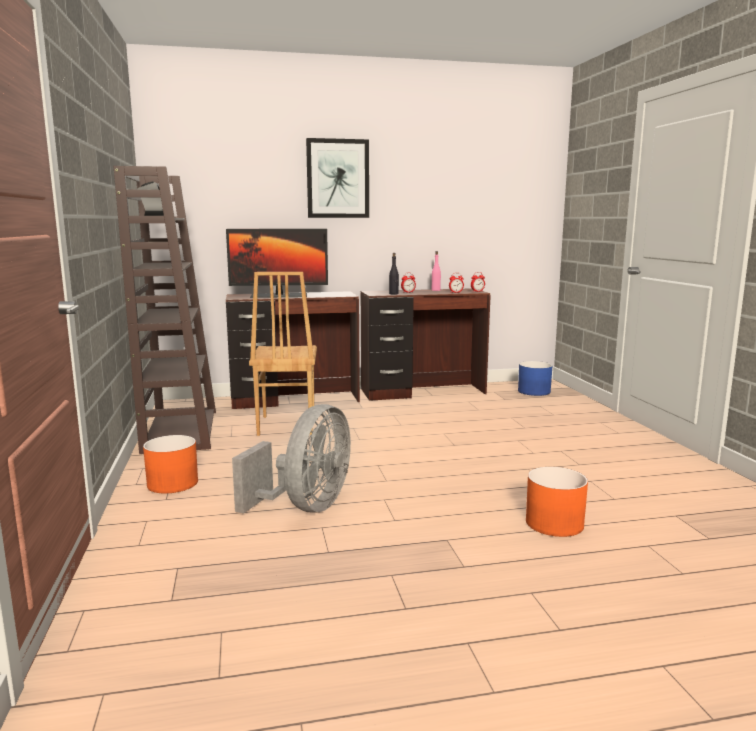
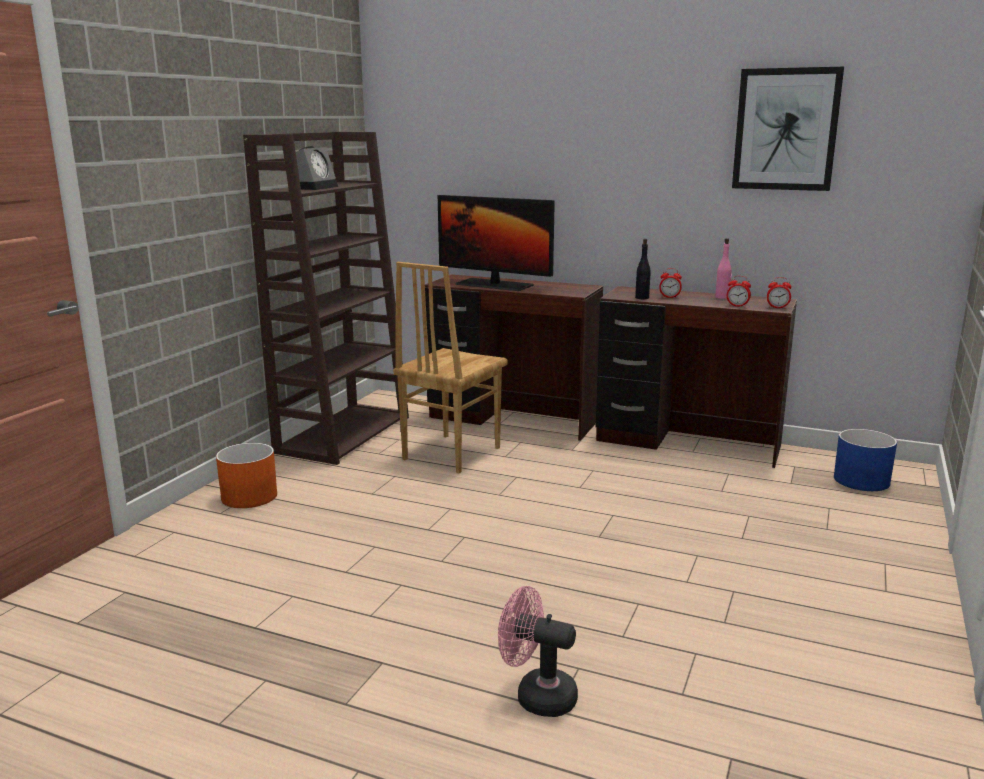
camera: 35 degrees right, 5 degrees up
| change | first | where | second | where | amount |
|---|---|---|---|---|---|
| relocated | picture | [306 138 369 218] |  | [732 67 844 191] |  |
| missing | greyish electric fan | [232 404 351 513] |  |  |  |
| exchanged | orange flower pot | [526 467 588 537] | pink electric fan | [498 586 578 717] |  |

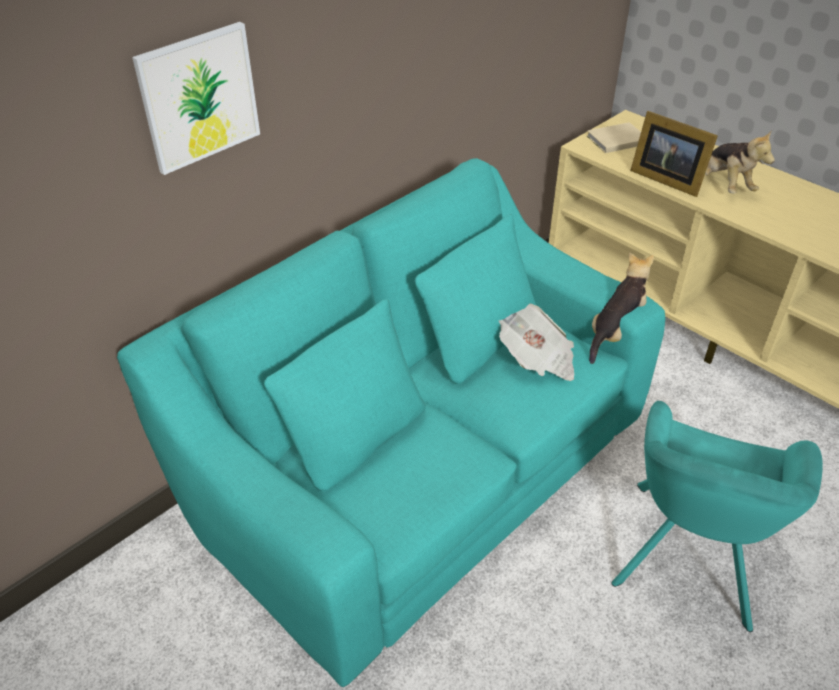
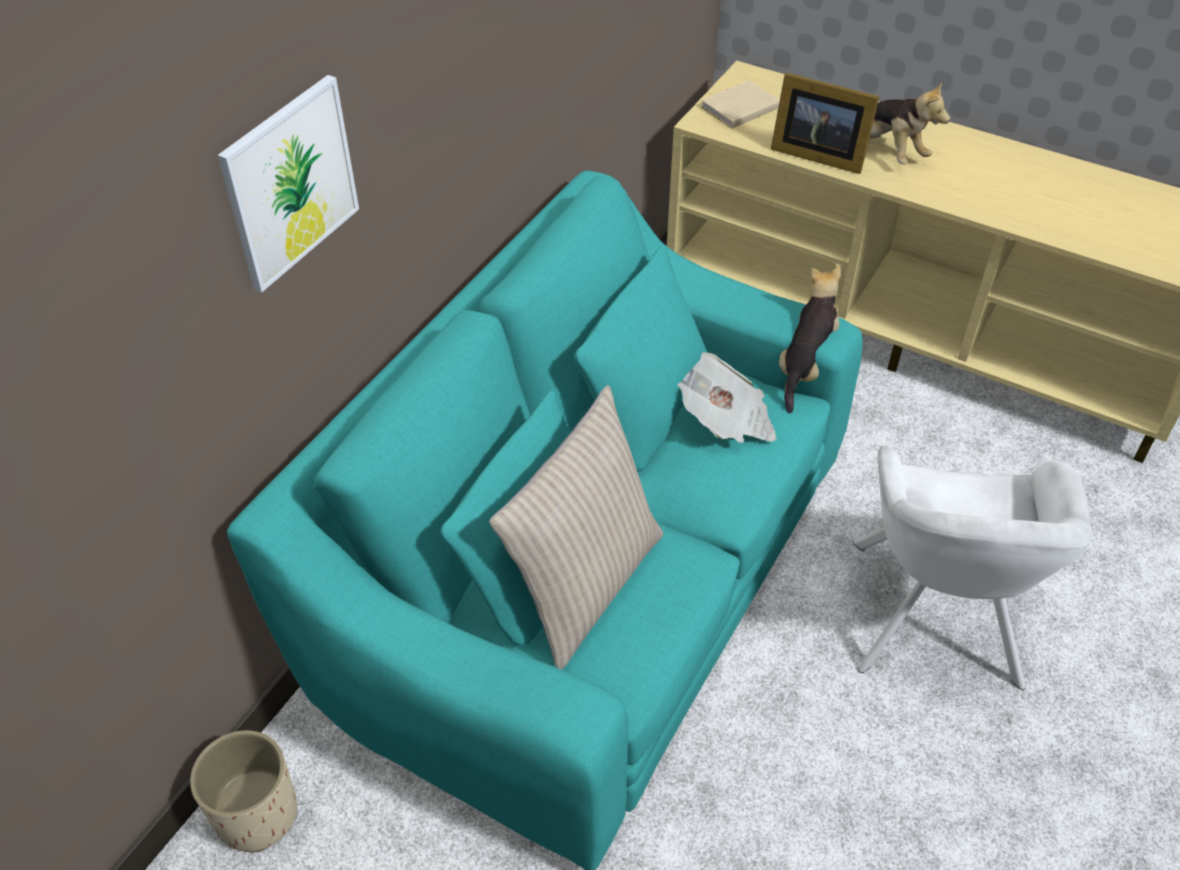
camera: 15 degrees left, 5 degrees up
| change | first | where | second | where | amount |
|---|---|---|---|---|---|
| colour | turquoise-coloured lounge chair | [611 401 823 632] | whitish lounge chair | [853 446 1093 690] |  |
| appeared |  |  | beige cushion | [489 385 663 670] |  |
| appeared |  |  | beige flower pot | [190 730 297 852] |  |

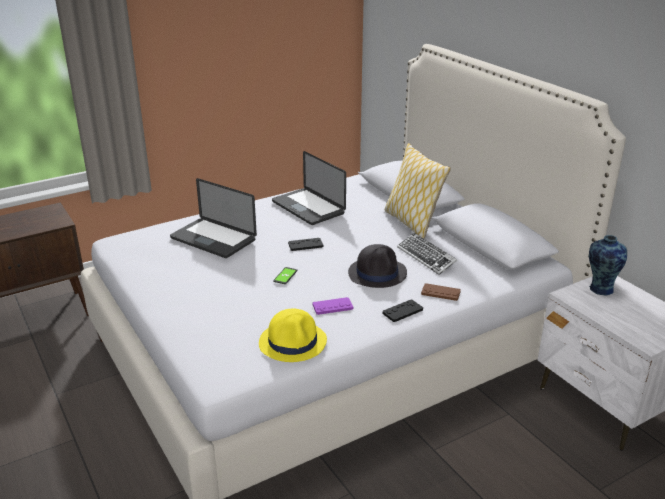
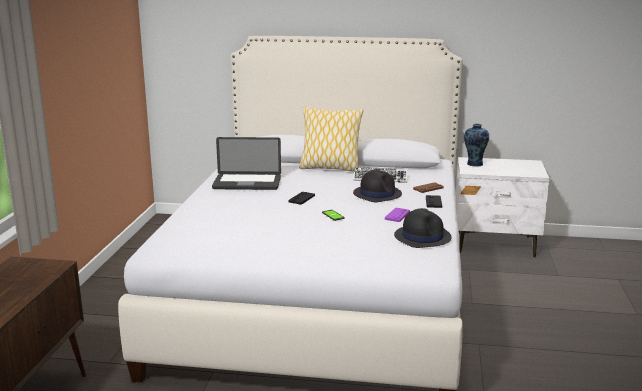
camera: 50 degrees left, 10 degrees down
| change | first | where | second | where | amount |
|---|---|---|---|---|---|
| missing | laptop | [170 178 257 258] |  |  |  |
| colour | yellow-coloured clothing hat | [259 308 327 362] | black-coloured clothing hat | [394 208 452 248] |  |

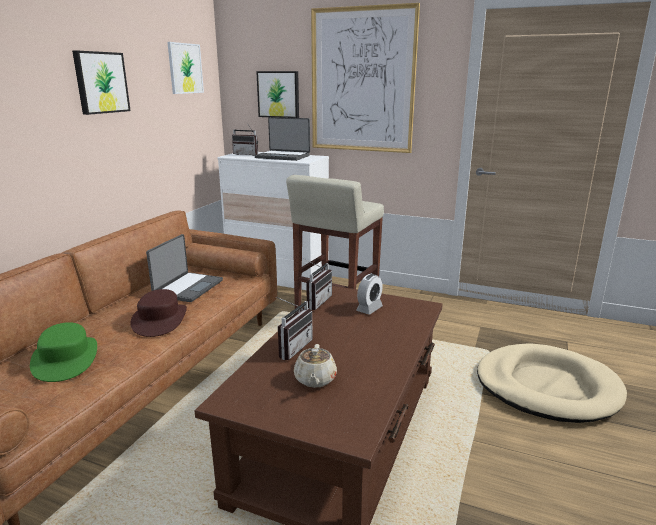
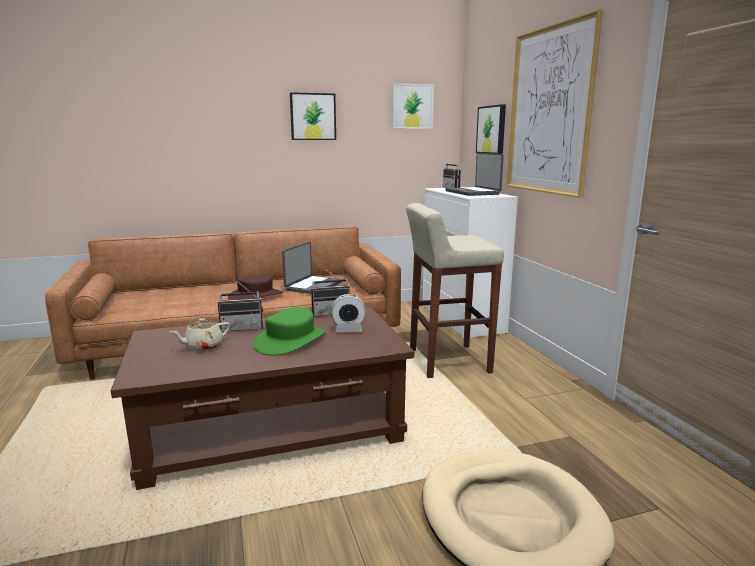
camera: 50 degrees right, 5 degrees down
| change | first | where | second | where | amount |
|---|---|---|---|---|---|
| spun | laptop | [146 234 223 302] |  | [282 242 342 294] | 45 degrees counterclockwise |
| relocated | green clothing hat | [30 322 97 382] |  | [254 307 325 356] |  |

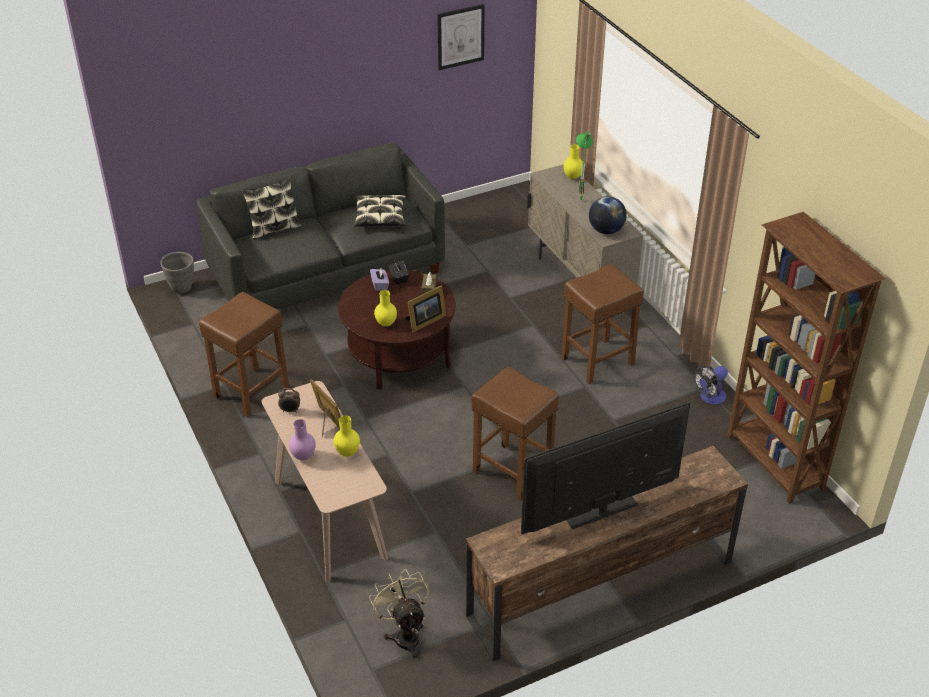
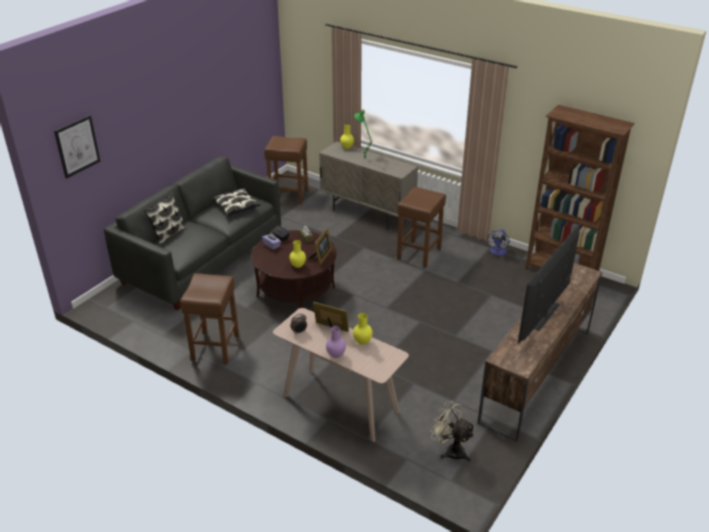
camera: 30 degrees left, 5 degrees down
| change | first | where | second | where | amount |
|---|---|---|---|---|---|
| relocated | picture | [437 4 485 70] |  | [54 115 100 178] |  |
| missing | desk globe | [589 196 627 234] |  |  |  |
| missing | greyish flower pot | [160 252 194 294] |  |  |  |
| relocated | brown-coloured sitting stool | [471 367 559 501] |  | [264 136 308 204] |  |

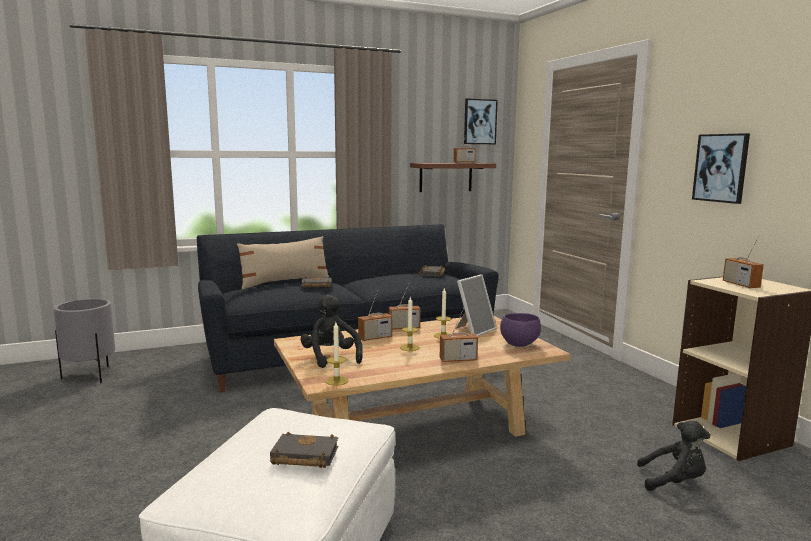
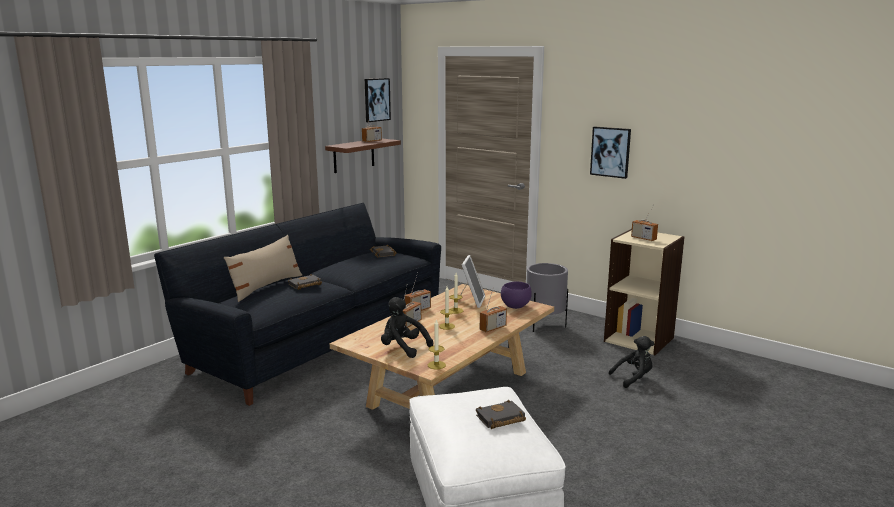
camera: 30 degrees left, 5 degrees up
| change | first | where | second | where | amount |
|---|---|---|---|---|---|
| relocated | greyish flower pot | [53 298 115 383] |  | [527 263 568 332] |  |

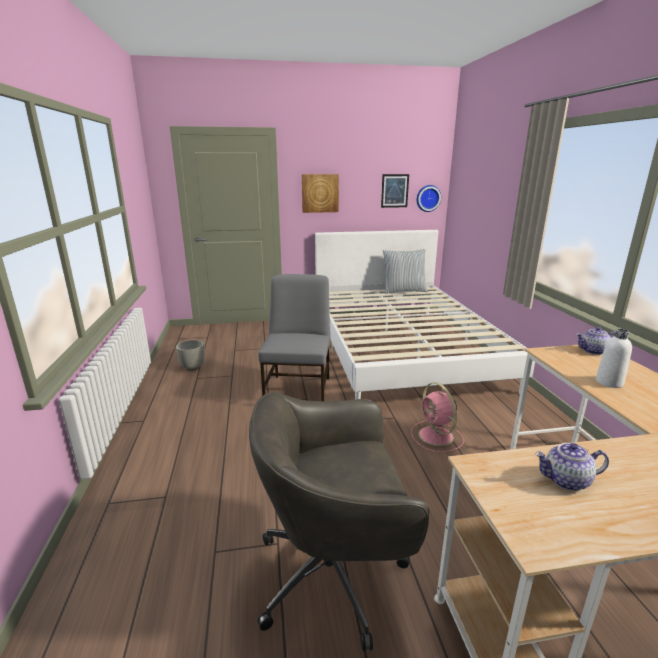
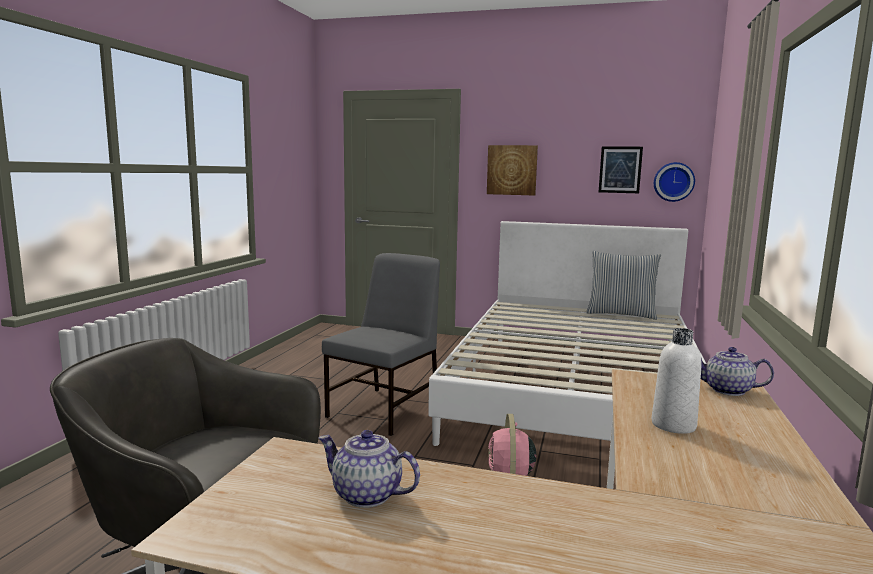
camera: 25 degrees right, 10 degrees down
| change | first | where | second | where | amount |
|---|---|---|---|---|---|
| missing | greyish flower pot | [176 340 205 371] |  |  |  |

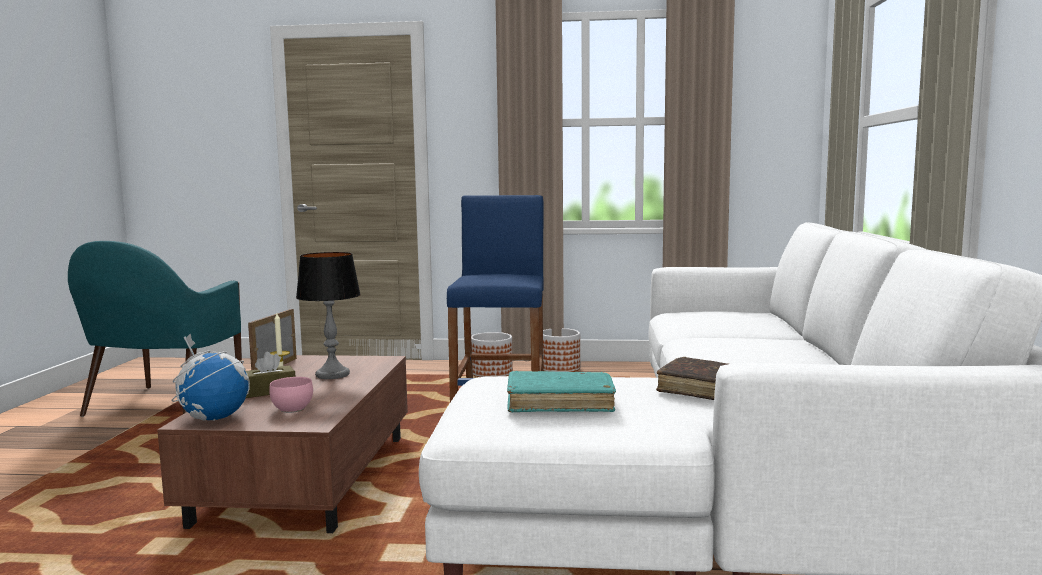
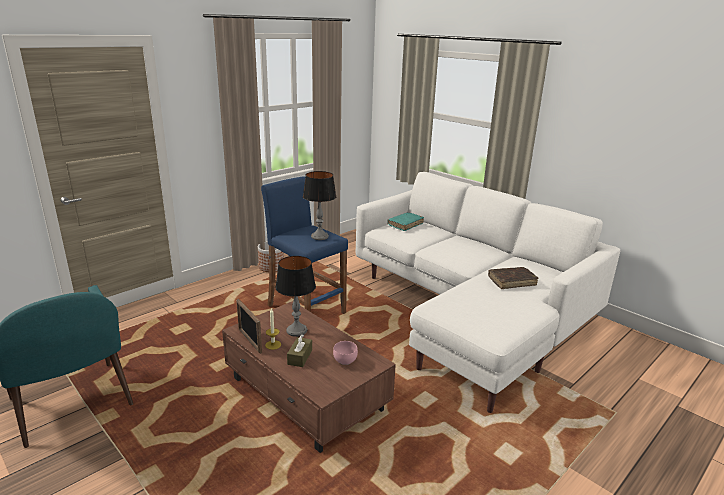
camera: 50 degrees left, 15 degrees up
| change | first | where | second | where | amount |
|---|---|---|---|---|---|
| missing | flower pot | [471 332 513 377] |  |  |  |
| missing | desk globe | [171 333 250 421] |  |  |  |
| relocated | turquoise-coloured book | [507 371 616 413] |  | [388 213 424 231] |  |
| appeared |  |  | table lamp | [303 171 336 240] |  |

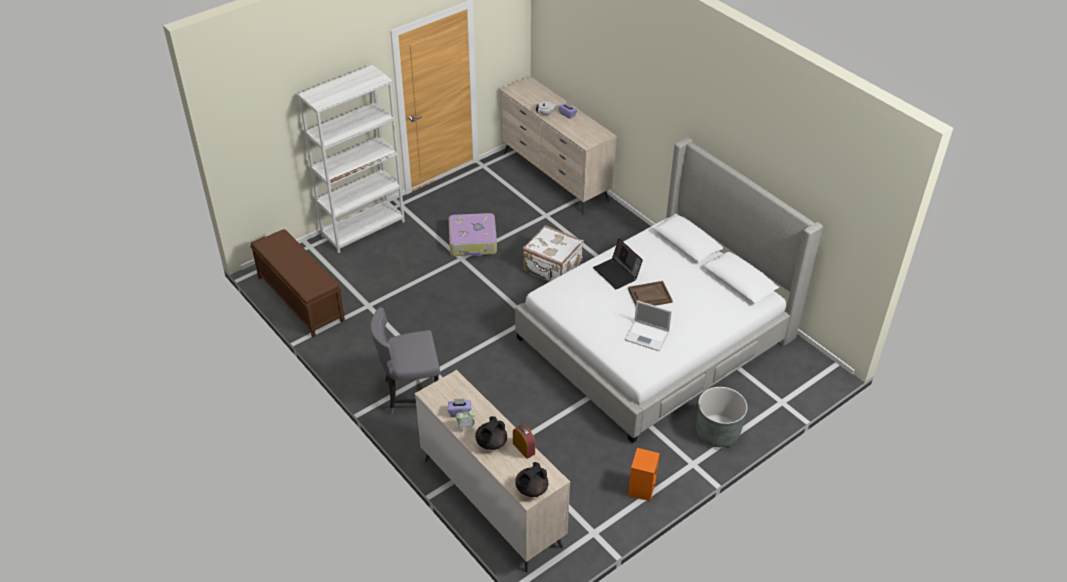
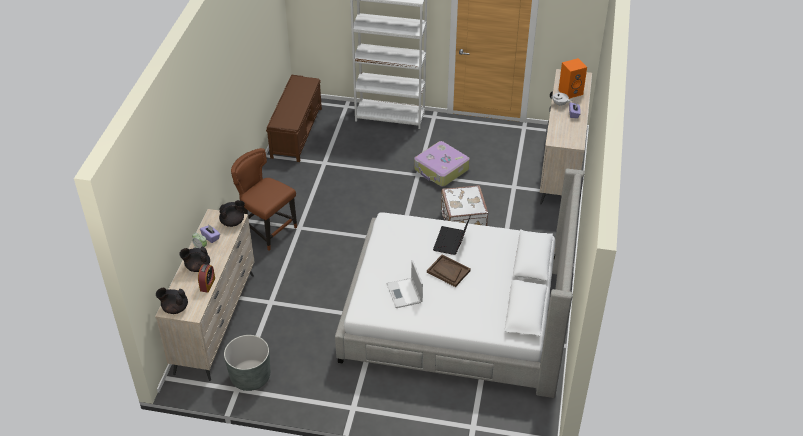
camera: 50 degrees right, 0 degrees up
| change | first | where | second | where | amount |
|---|---|---|---|---|---|
| colour | greyish plain chair | [371 307 440 414] | brown-coloured plain chair | [231 148 297 251] |  |
| relocated | greyish flower pot | [696 387 748 447] |  | [224 335 270 391] |  |
| relocated | orange audio speaker | [628 448 660 501] |  | [558 58 587 99] |  |
| appeared |  |  | black-coloured pot for tea | [219 200 245 227] |  |

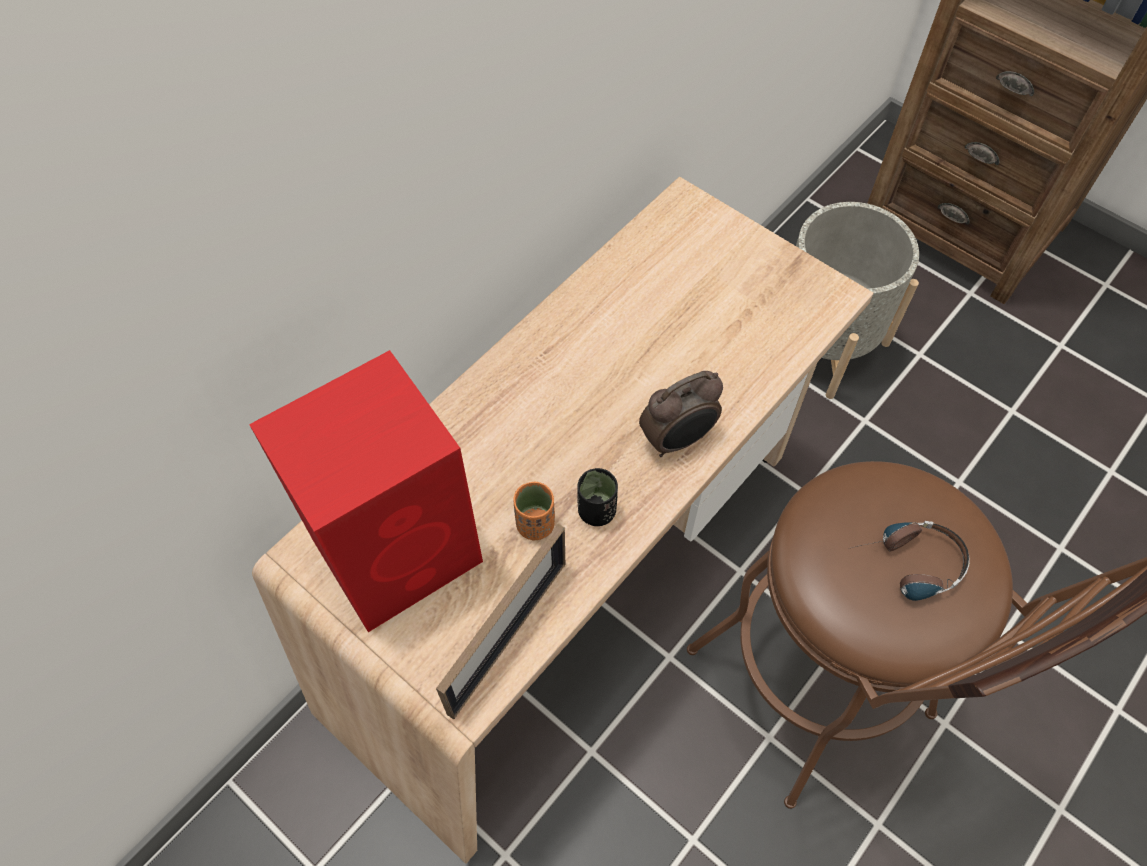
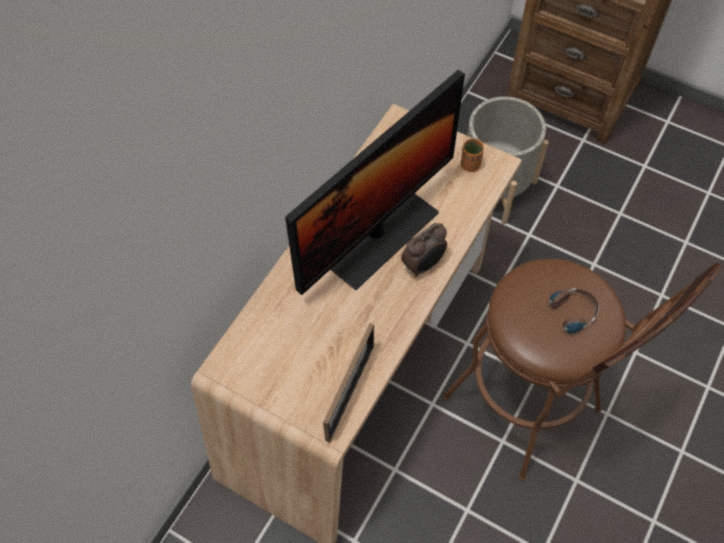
camera: 10 degrees left, 0 degrees up
| change | first | where | second | where | amount |
|---|---|---|---|---|---|
| missing | reddish audio speaker | [249 350 483 632] |  |  |  |
| missing | black-coloured cup | [577 468 618 526] |  |  |  |
| relocated | orange cup | [513 482 555 540] |  | [461 139 484 172] |  |
| appeared |  |  | monitor | [285 70 465 295] |  |

